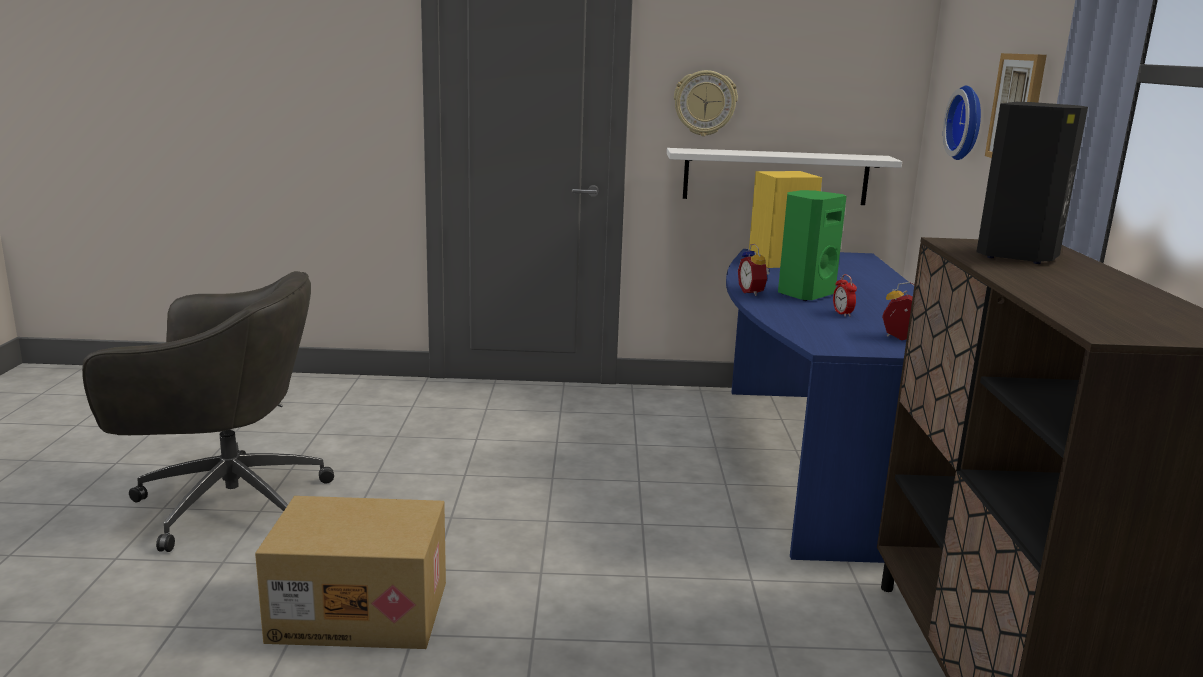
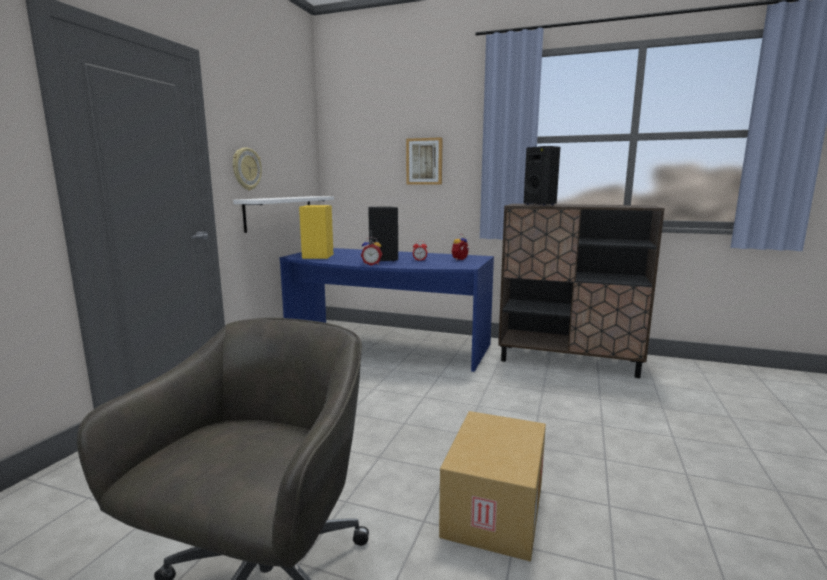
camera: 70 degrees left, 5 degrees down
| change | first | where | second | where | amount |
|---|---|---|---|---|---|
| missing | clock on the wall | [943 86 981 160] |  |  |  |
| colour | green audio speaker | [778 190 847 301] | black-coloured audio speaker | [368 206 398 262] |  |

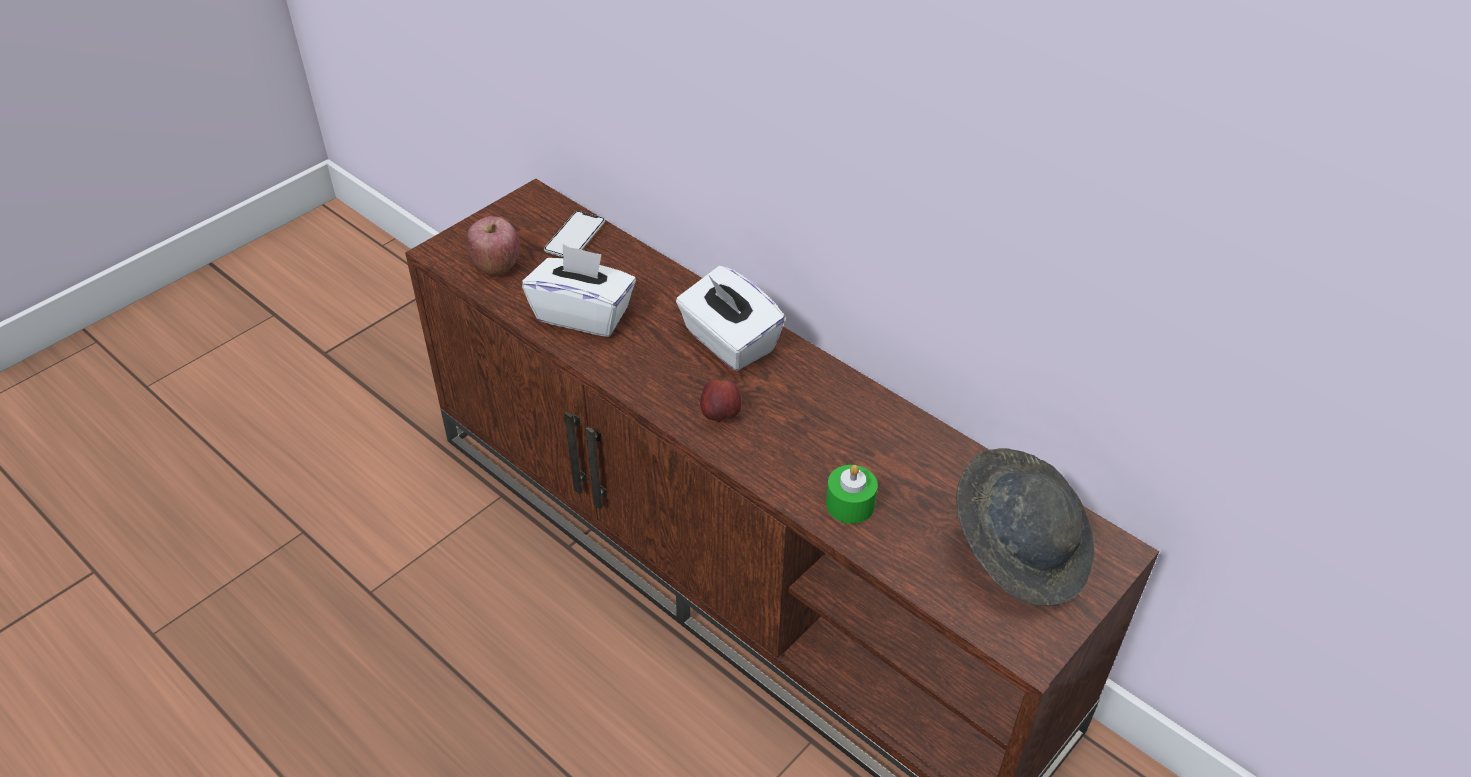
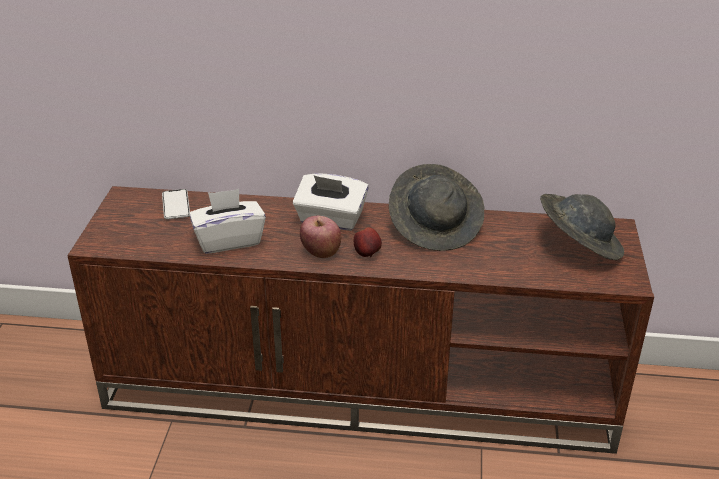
camera: 35 degrees left, 10 degrees down
| change | first | where | second | where | amount |
|---|---|---|---|---|---|
| relocated | whole apple | [466 216 520 275] |  | [300 216 341 258] |  |
| missing | green wax candle | [826 465 878 524] |  |  |  |
| appeared |  |  | greyish clothing hat | [389 164 484 251] |  |

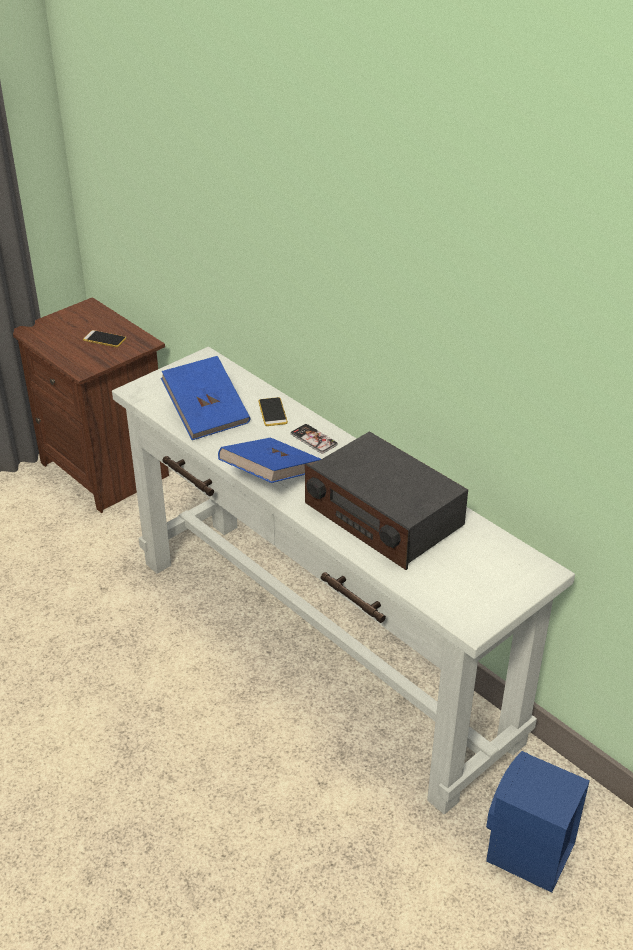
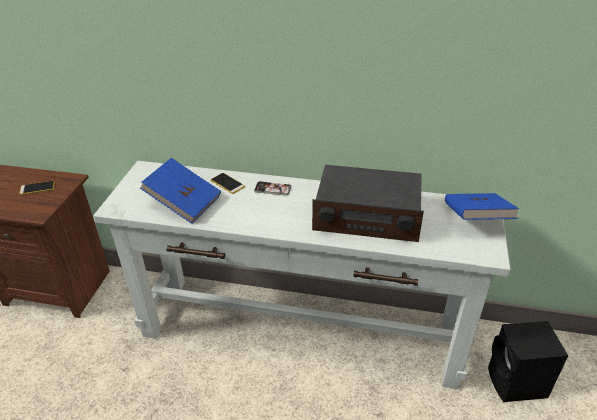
camera: 35 degrees left, 0 degrees up
| change | first | where | second | where | amount |
|---|---|---|---|---|---|
| relocated | bluish book | [218 438 321 483] |  | [445 193 519 220] |  |
| colour | bluish audio speaker | [486 751 589 893] | black-coloured audio speaker | [488 321 568 402] |  |

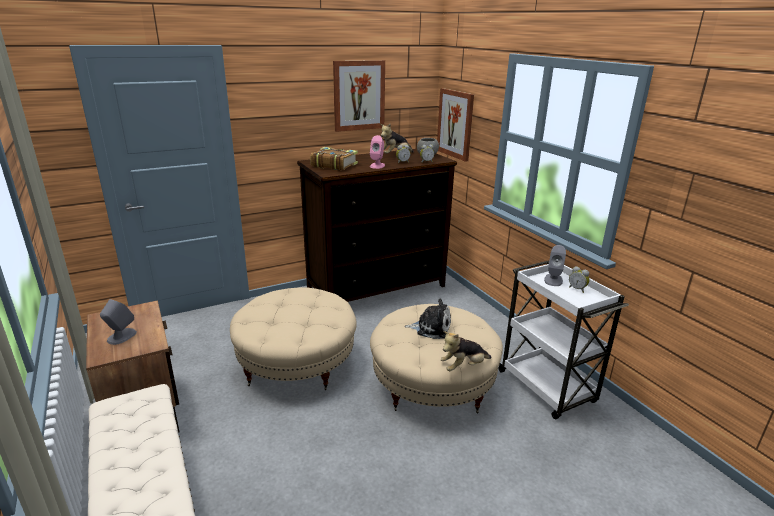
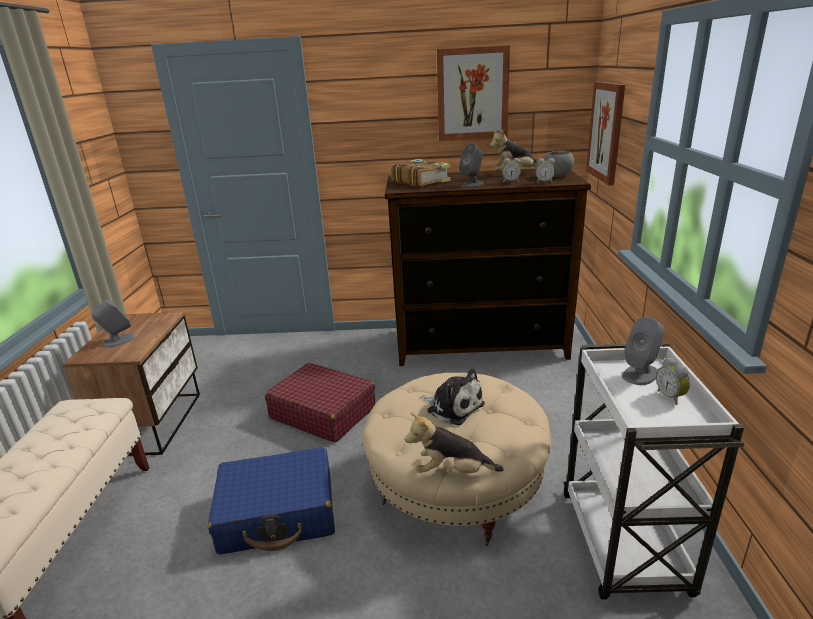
camera: 30 degrees right, 0 degrees up
| change | first | where | second | where | amount |
|---|---|---|---|---|---|
| colour | pink audio speaker | [370 135 385 169] | greyish audio speaker | [459 143 483 187] |  |
| exchanged | beige ottoman | [230 287 357 390] | reddish suitcase | [265 363 375 442] |  |
| appeared |  |  | bluish suitcase | [208 447 335 555] |  |

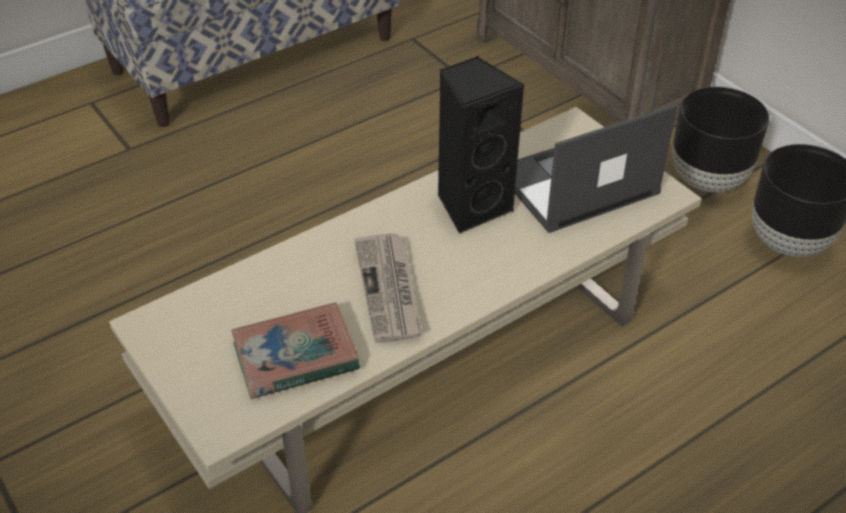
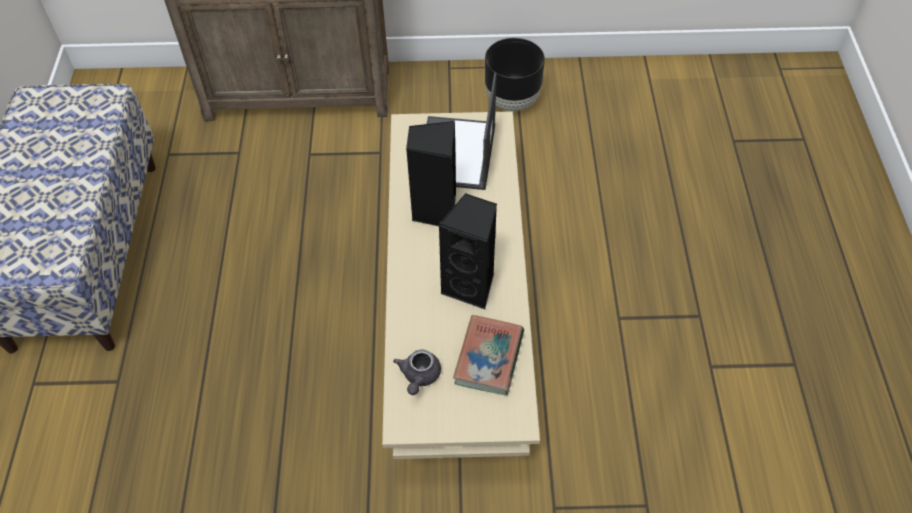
camera: 55 degrees left, 10 degrees up
| change | first | where | second | where | amount |
|---|---|---|---|---|---|
| missing | black-coloured flower pot | [672 87 769 192] |  |  |  |
| exchanged | daily paper | [354 233 422 343] | black-coloured audio speaker | [438 193 497 310] |  |
| appeared |  |  | greyish pot for tea | [393 349 441 395] |  |

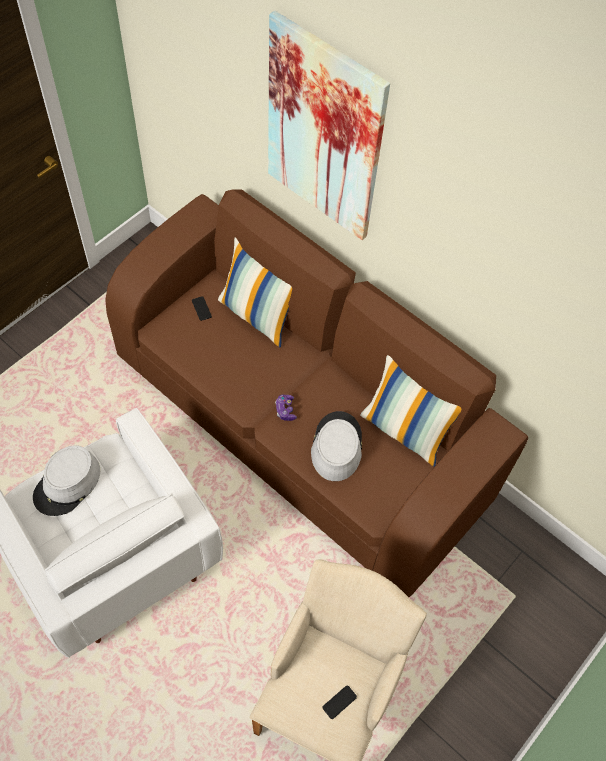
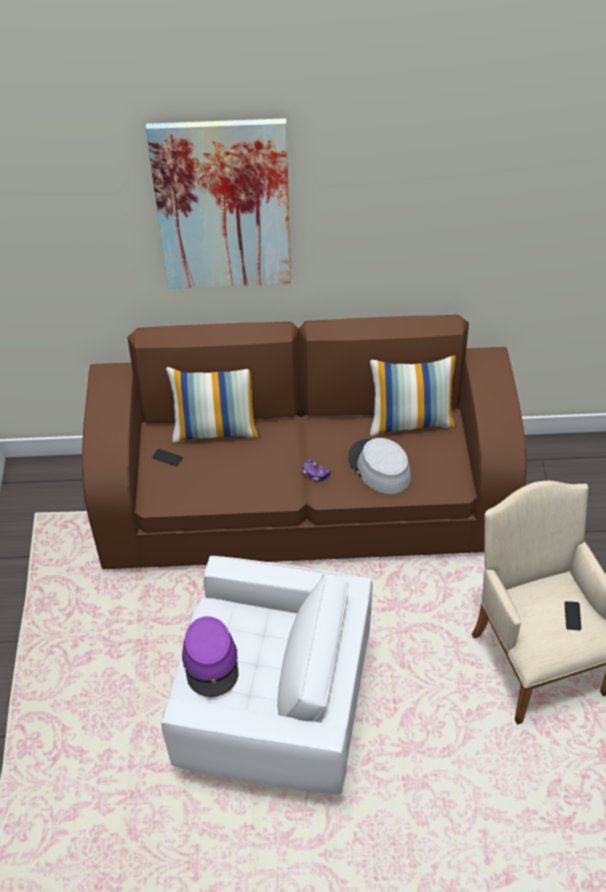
camera: 40 degrees left, 10 degrees down
| change | first | where | second | where | amount |
|---|---|---|---|---|---|
| colour | greyish clothing hat | [33 445 100 516] | purple clothing hat | [182 616 239 697] |  |

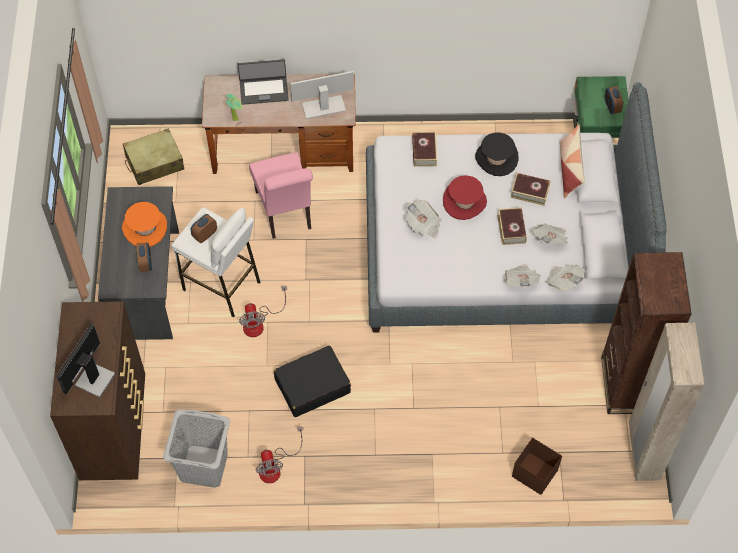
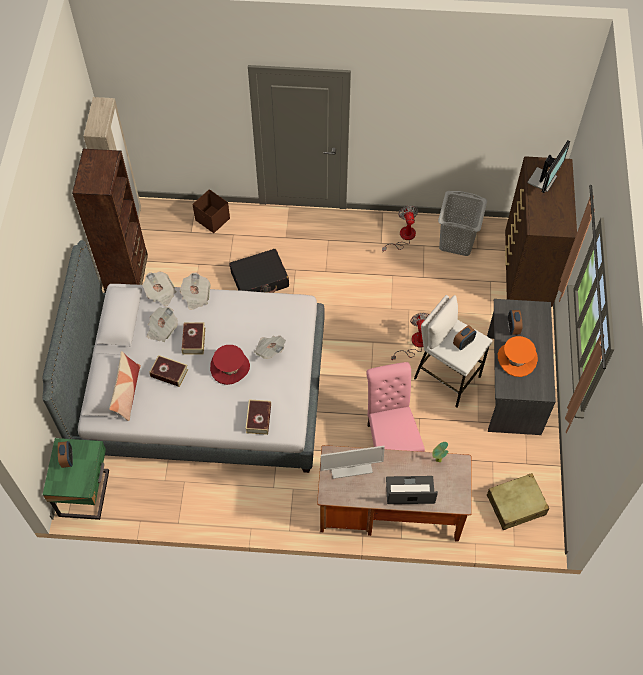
camera: 175 degrees left, 0 degrees up
| change | first | where | second | where | amount |
|---|---|---|---|---|---|
| missing | black-coloured clothing hat | [475 132 519 176] |  |  |  |
| relocated | black-coloured suitcase | [274 345 351 417] |  | [229 249 289 293] |  |

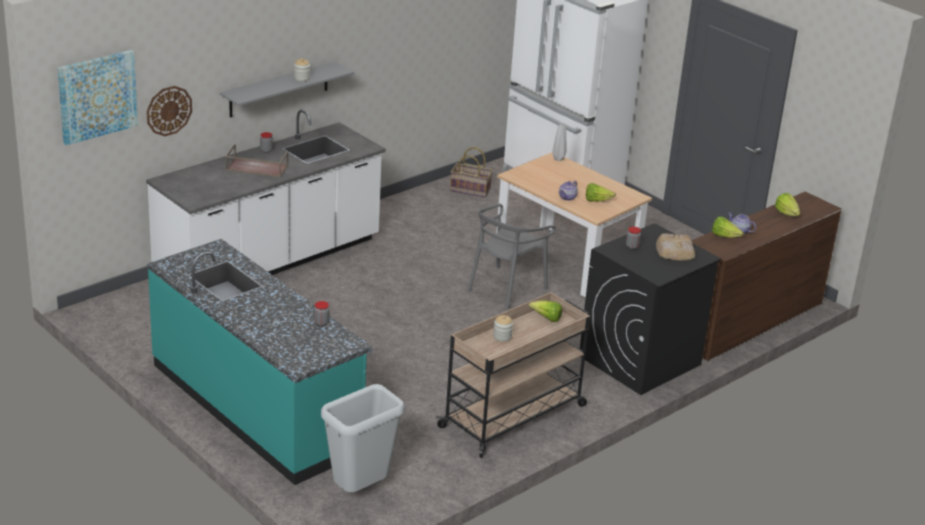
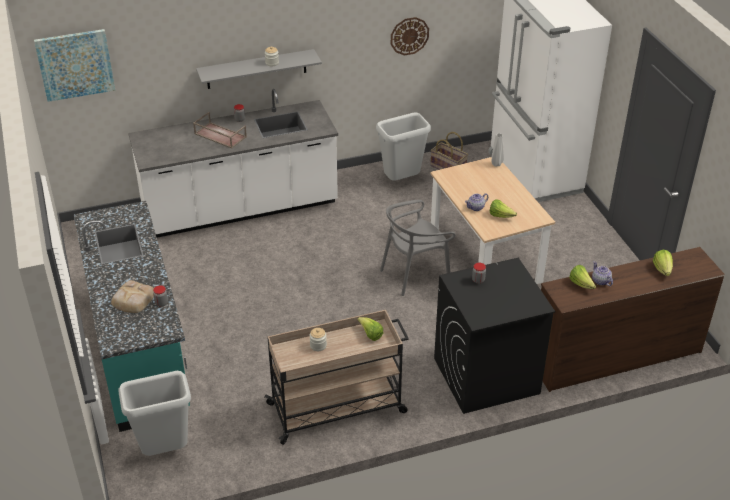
camera: 25 degrees right, 10 degrees up
| change | first | where | second | where | amount |
|---|---|---|---|---|---|
| relocated | clock on the wall | [147 86 192 136] |  | [391 17 429 56] |  |
| relocated | baked bread | [656 233 695 261] |  | [111 280 154 313] |  |
| appeared |  |  | greyish rubbish bin | [376 113 431 180] |  |

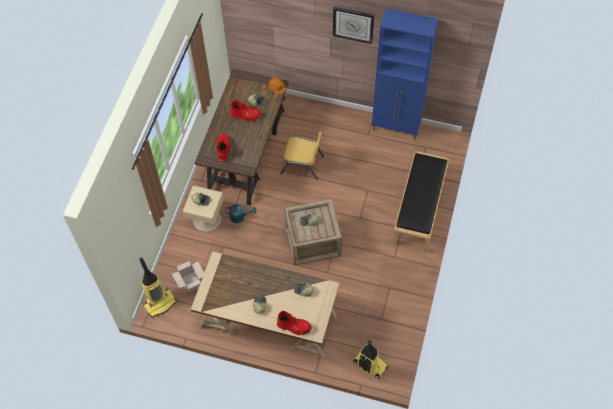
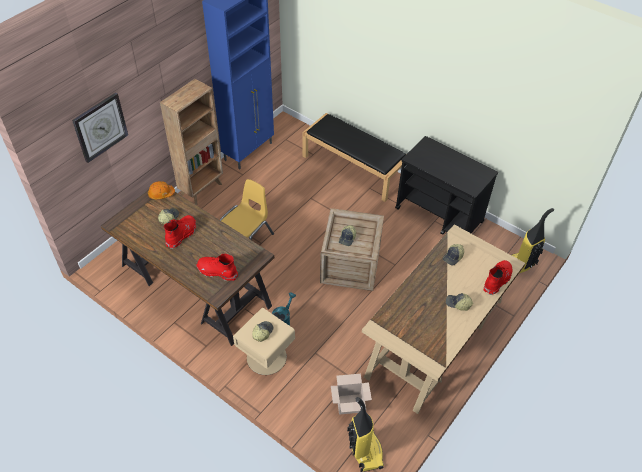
camera: 70 degrees left, 10 degrees down
| change | first | where | second | where | amount |
|---|---|---|---|---|---|
| relocated | clock on the wall | [333 7 375 44] |  | [72 93 128 163] |  |
| appeared |  |  | brown-coloured shelving unit | [160 79 223 205] |  |
| appeared |  |  | black-coloured trolley | [395 136 498 234] |  |

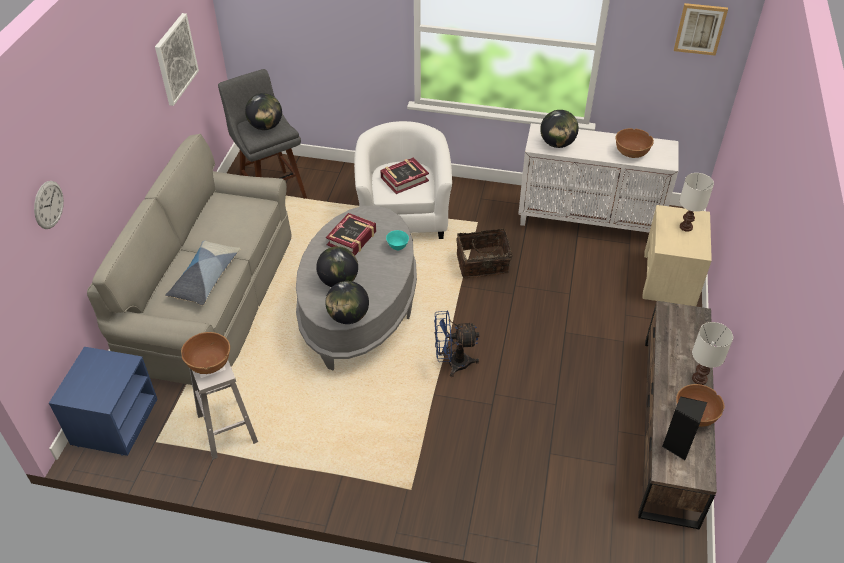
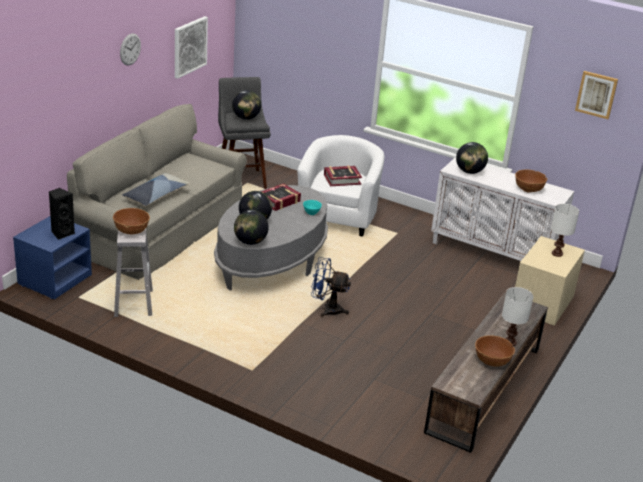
camera: 15 degrees right, 15 degrees down
| change | first | where | second | where | amount |
|---|---|---|---|---|---|
| relocated | clock on the wall | [34 181 64 229] |  | [120 33 141 66] |  |
| missing | storage basket | [457 228 513 278] |  |  |  |
| relocated | black-coloured audio speaker | [662 396 708 460] |  | [49 188 75 240] |  |

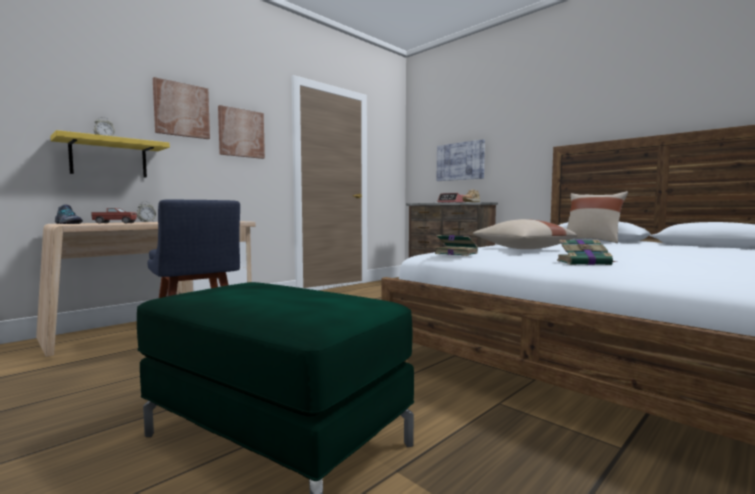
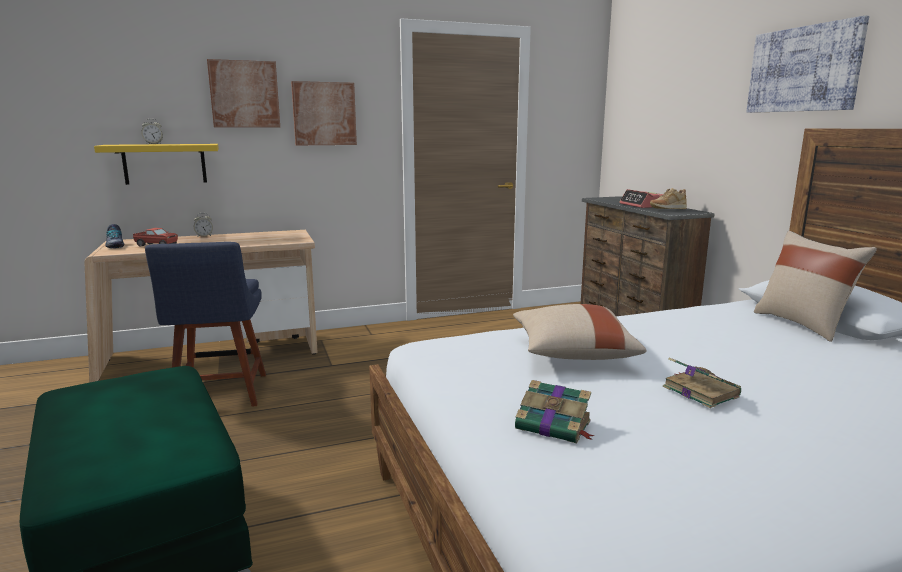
camera: 25 degrees right, 10 degrees up
| change | first | where | second | where | amount |
|---|---|---|---|---|---|
| relocated | picture | [437 139 485 181] |  | [746 16 869 113] |  |
| relocated | book | [435 235 478 256] |  | [663 358 741 408] |  |

